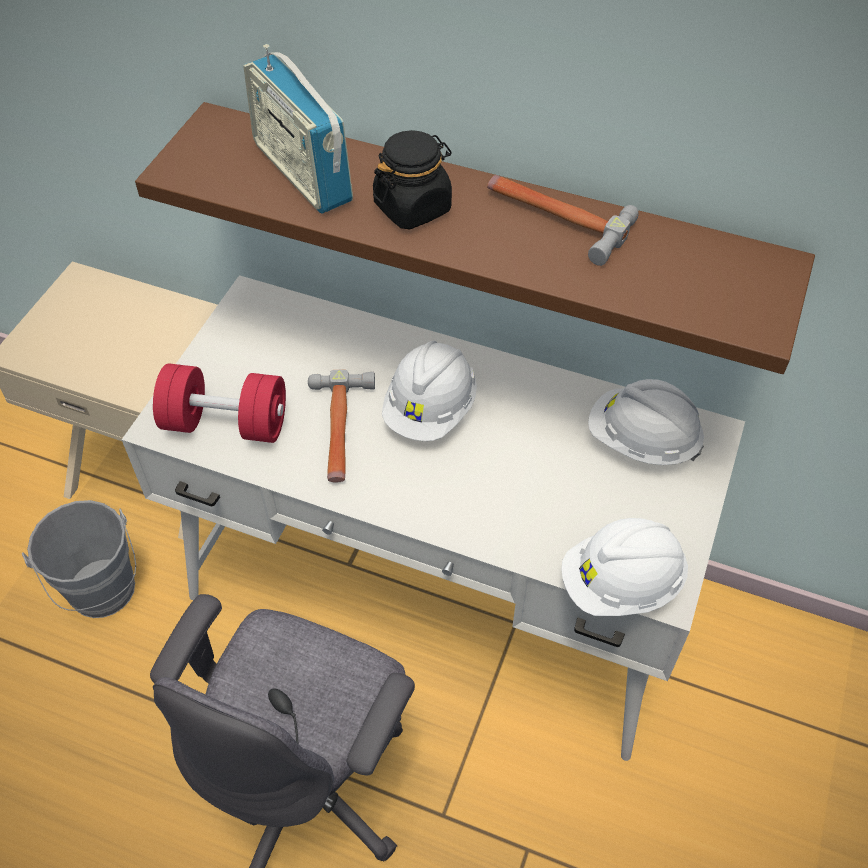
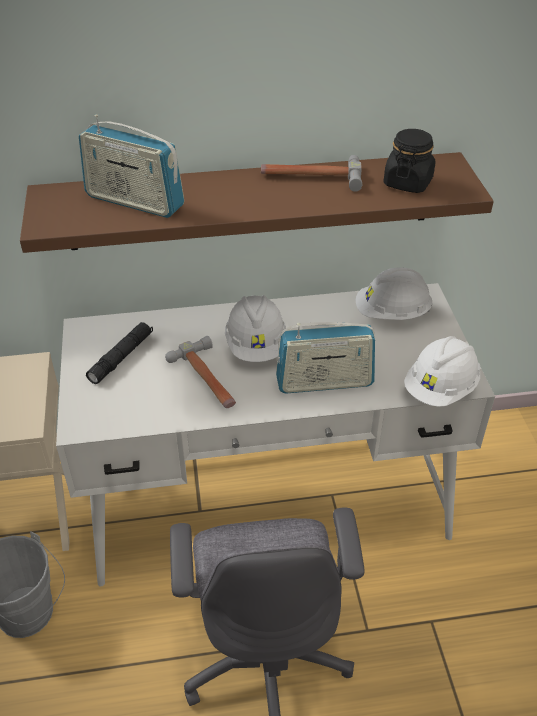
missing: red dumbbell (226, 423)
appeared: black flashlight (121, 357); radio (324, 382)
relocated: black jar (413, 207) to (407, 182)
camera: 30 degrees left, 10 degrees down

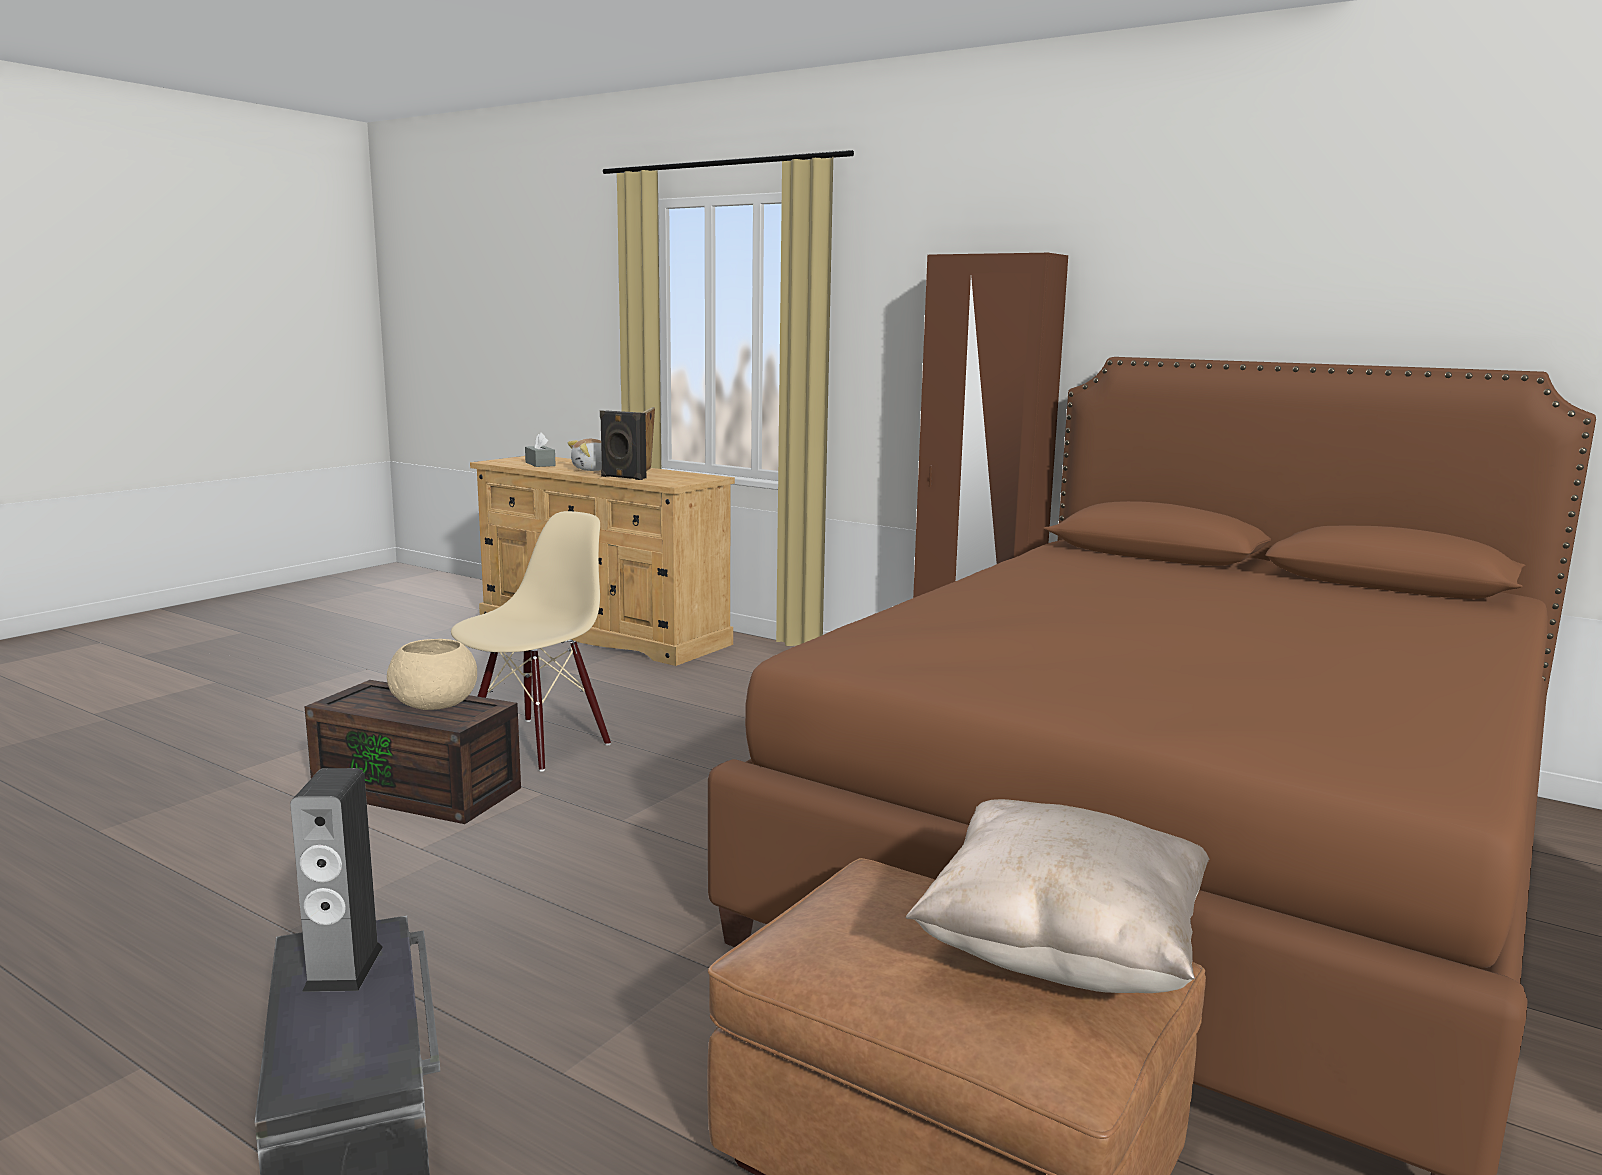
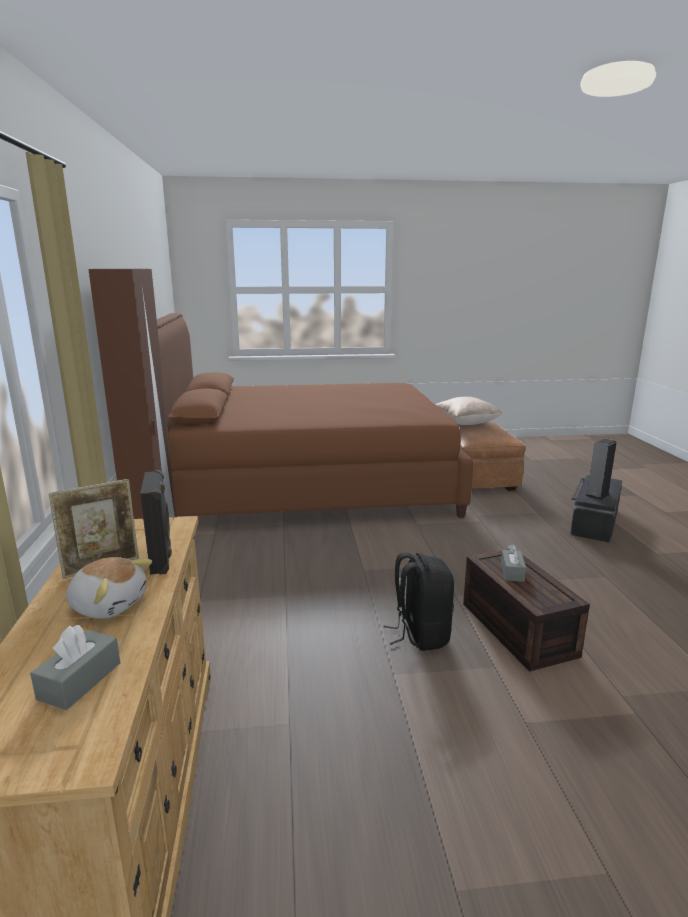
exchanged: beige chair (537, 744) to black backpack (420, 634); beige bowl (433, 705) to grey tissue box (512, 572)
camera: 130 degrees left, 5 degrees up

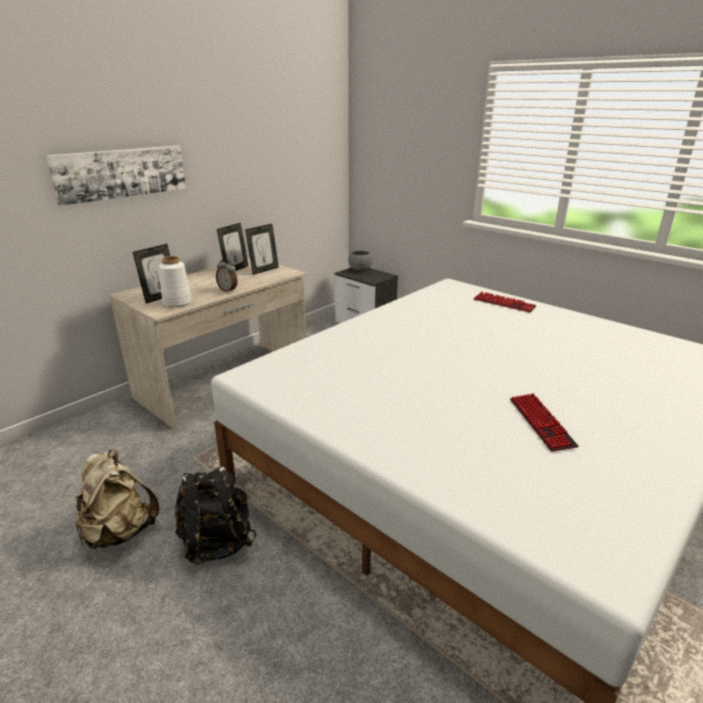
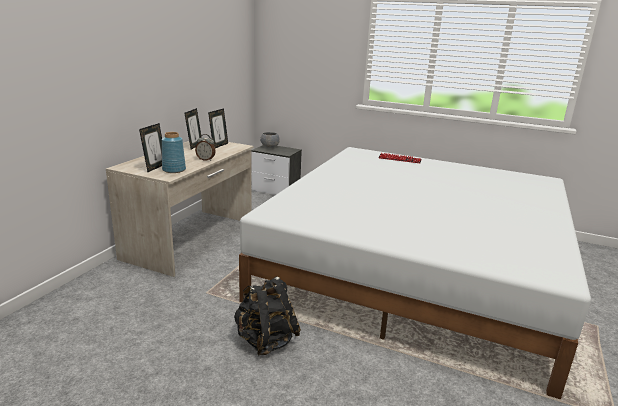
missing: picture (121, 173); beige backpack (120, 531); keyboard (541, 423)
colour: white vase (177, 303) to blue vase (174, 170)
camera: 20 degrees left, 5 degrees down

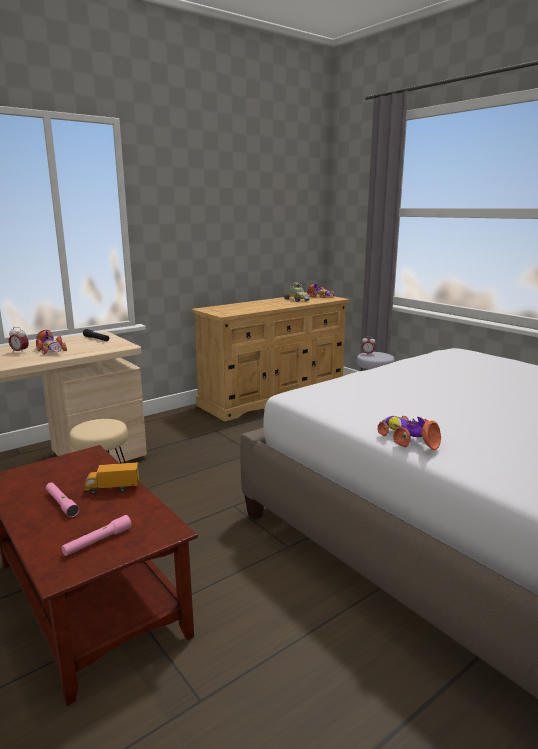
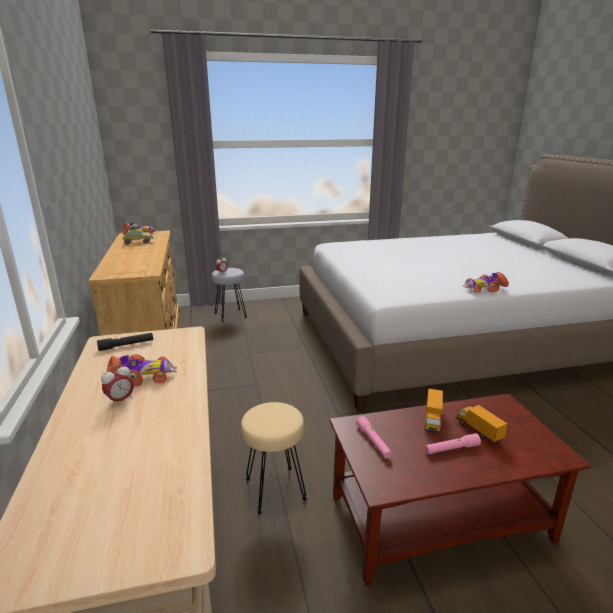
appeared: toy truck (478, 431)
relocated: pink flashlight (97, 541) to (373, 441)
camera: 65 degrees left, 5 degrees up

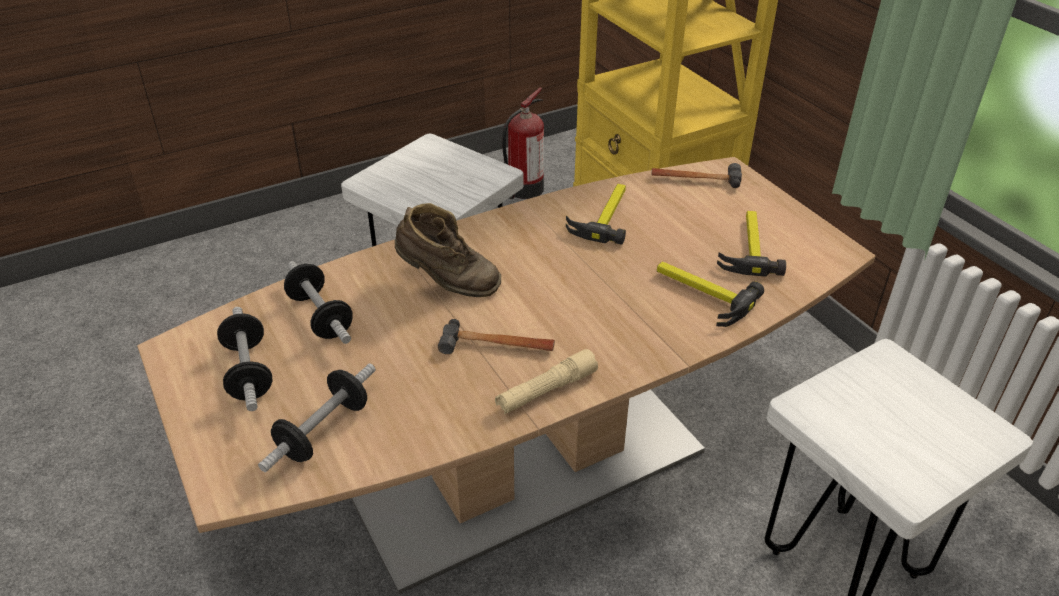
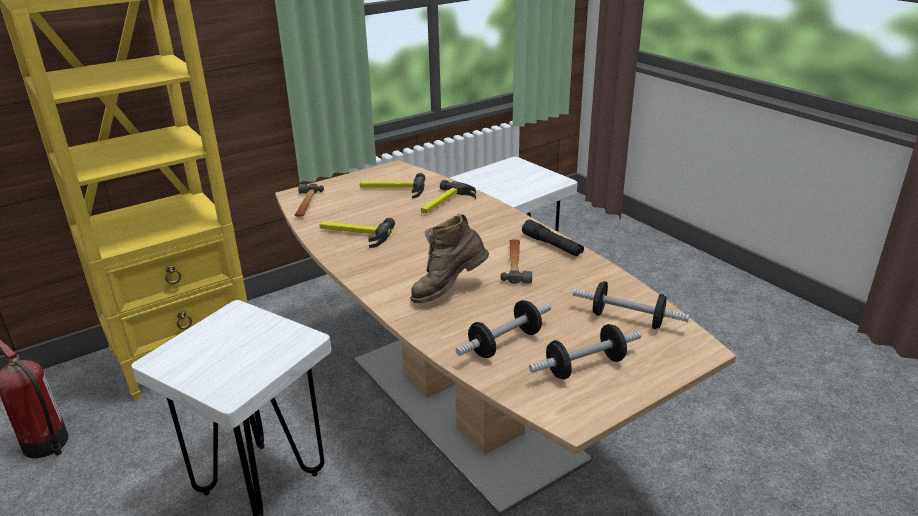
colour: beige flashlight (546, 391) to black flashlight (552, 245)
spun: brown boot (447, 283) = (448, 290) 135 degrees counterclockwise
camera: 95 degrees left, 10 degrees down

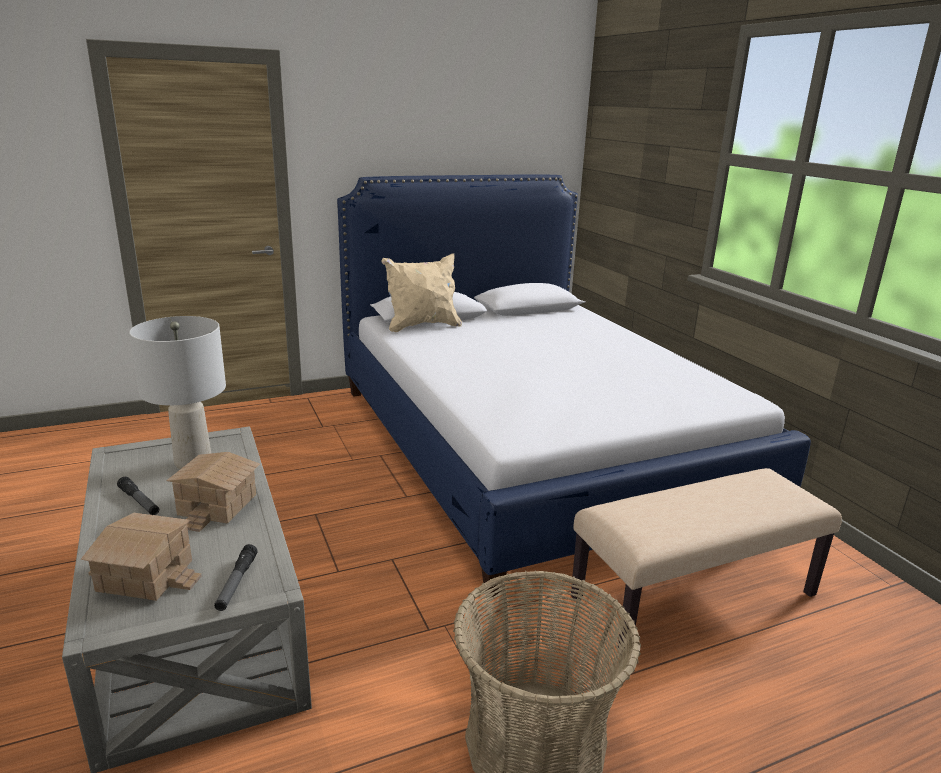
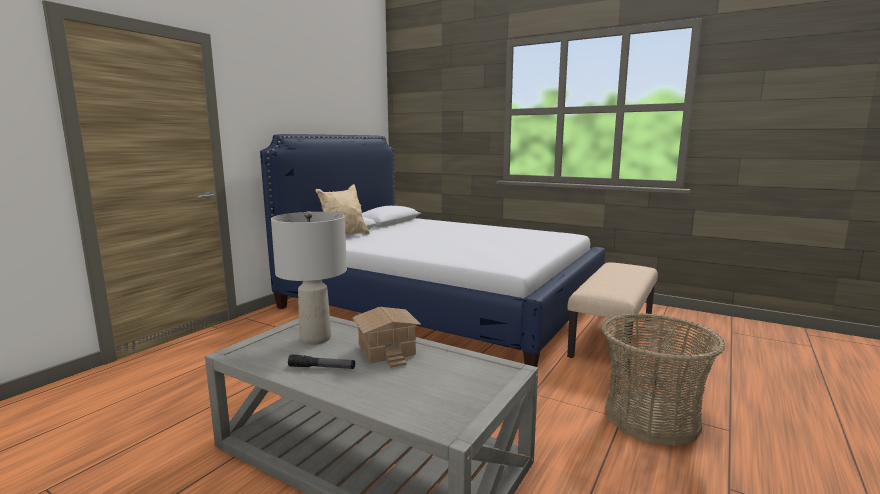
missing: toy house (144, 577); flashlight (236, 583)
camera: 35 degrees left, 10 degrees down

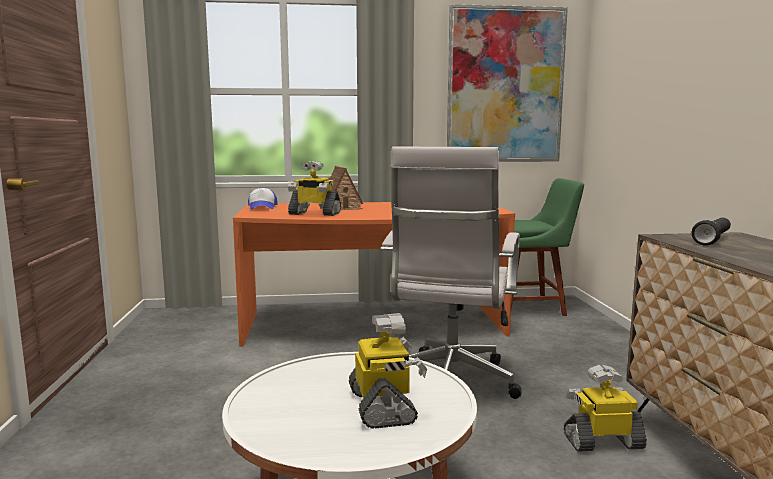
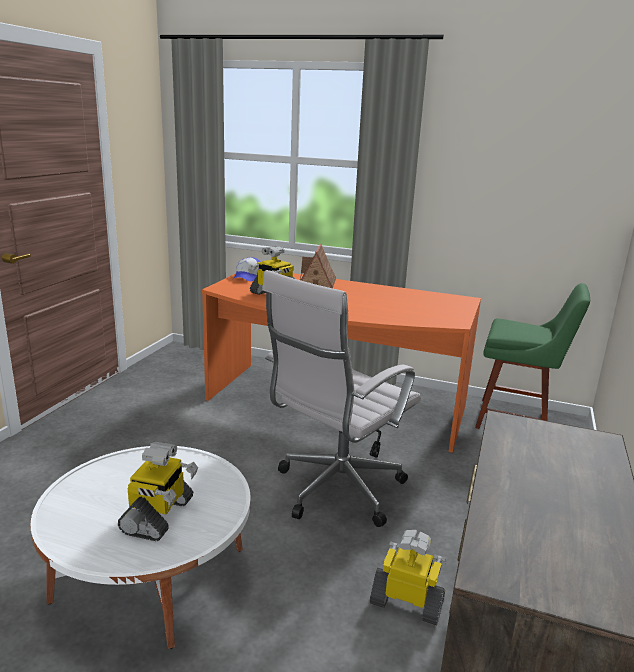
missing: picture (505, 86); black flashlight (712, 240)
camera: 25 degrees right, 10 degrees up

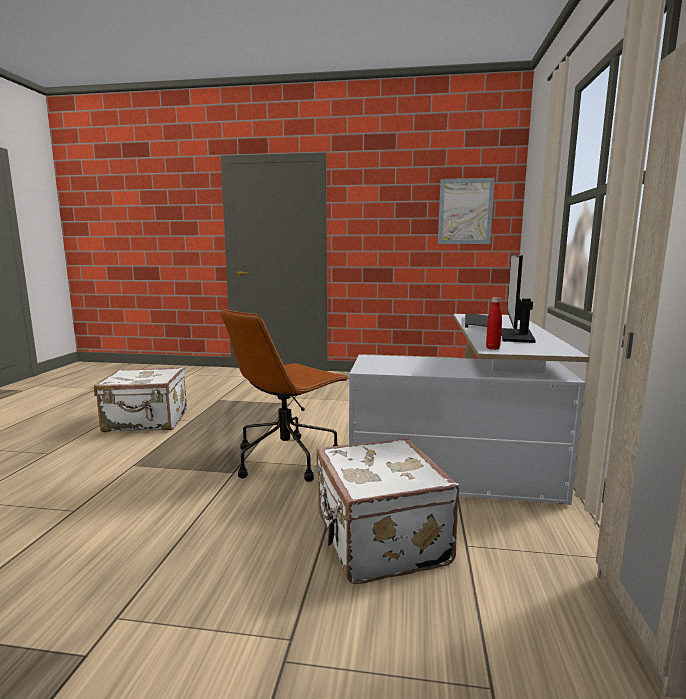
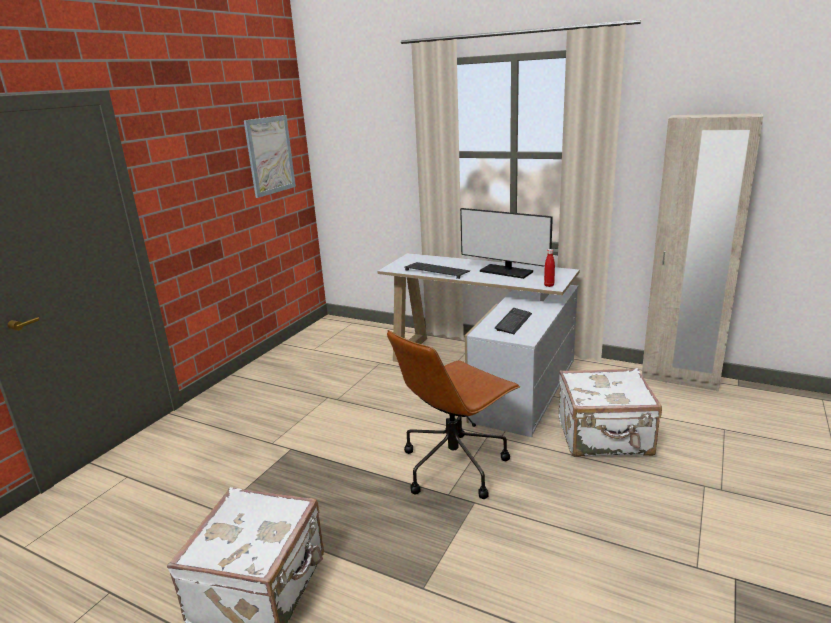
appeared: keyboard (513, 322)
spun: brown office chair (287, 458) = (455, 465) 75 degrees clockwise
camera: 70 degrees left, 10 degrees up

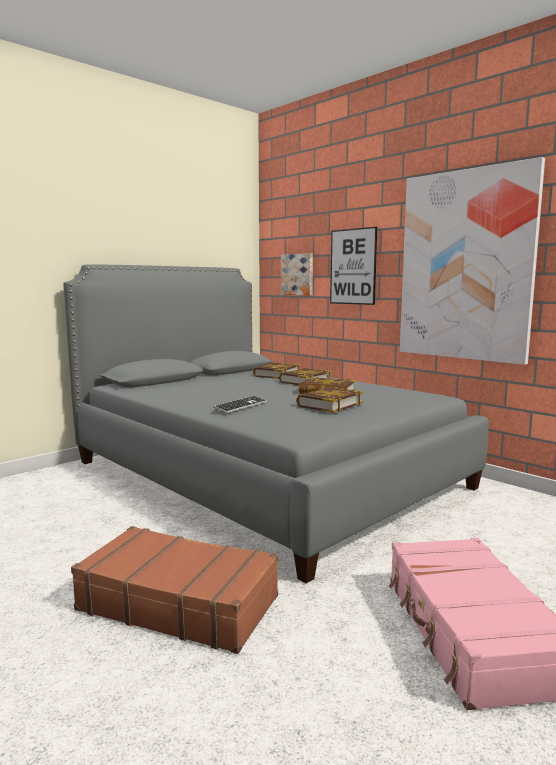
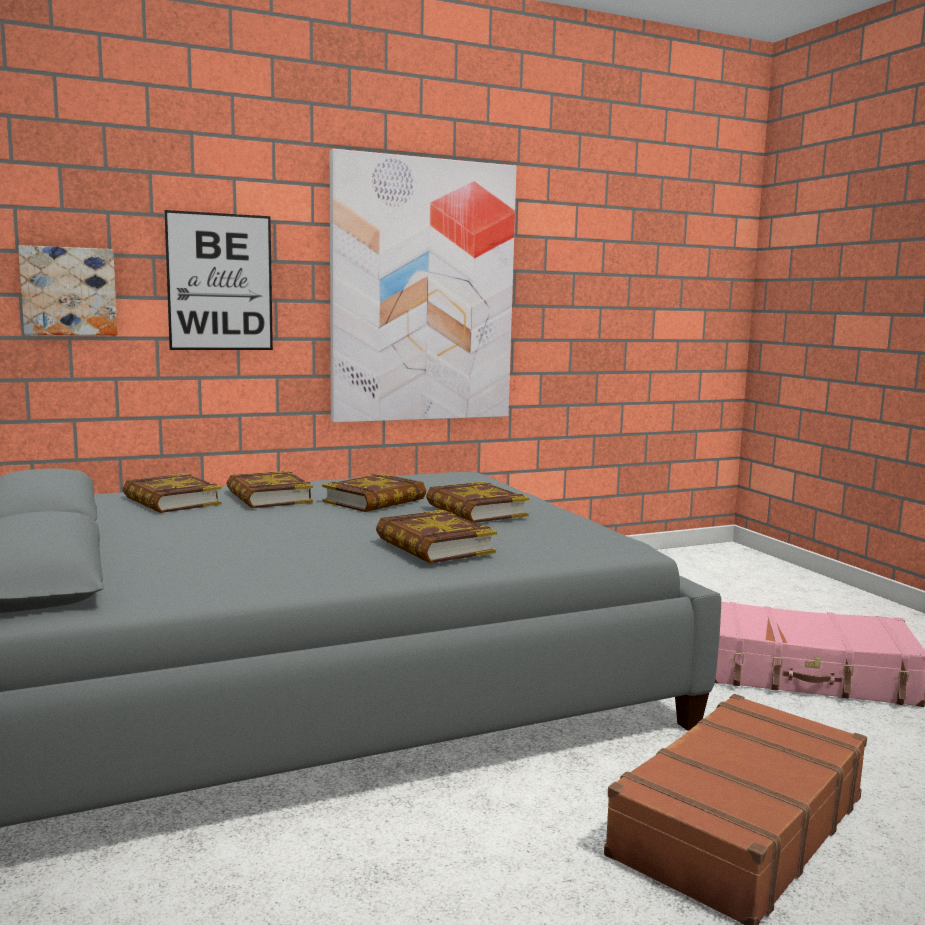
exchanged: keyboard (240, 406) to book (434, 546)
camera: 70 degrees left, 0 degrees up

